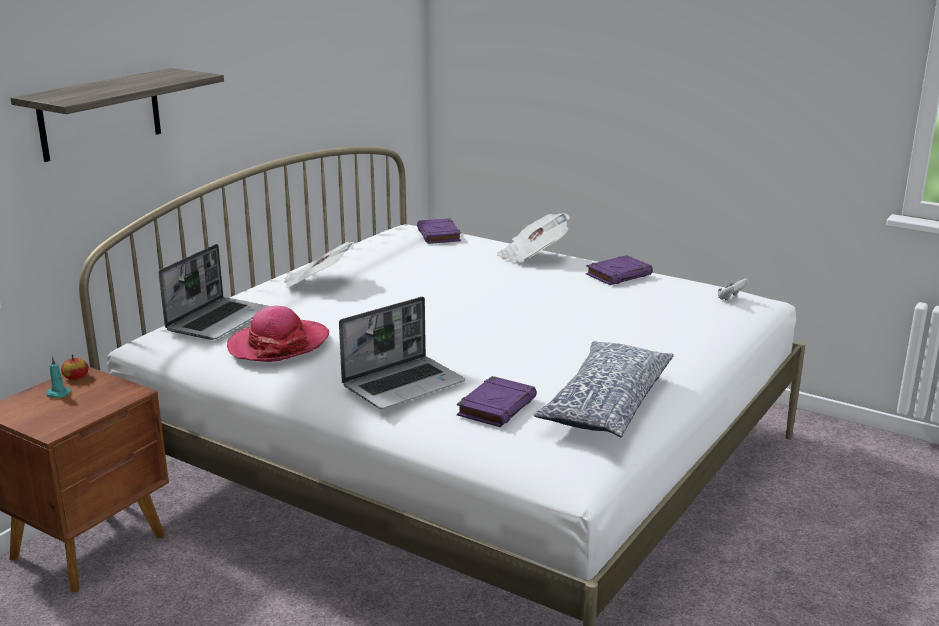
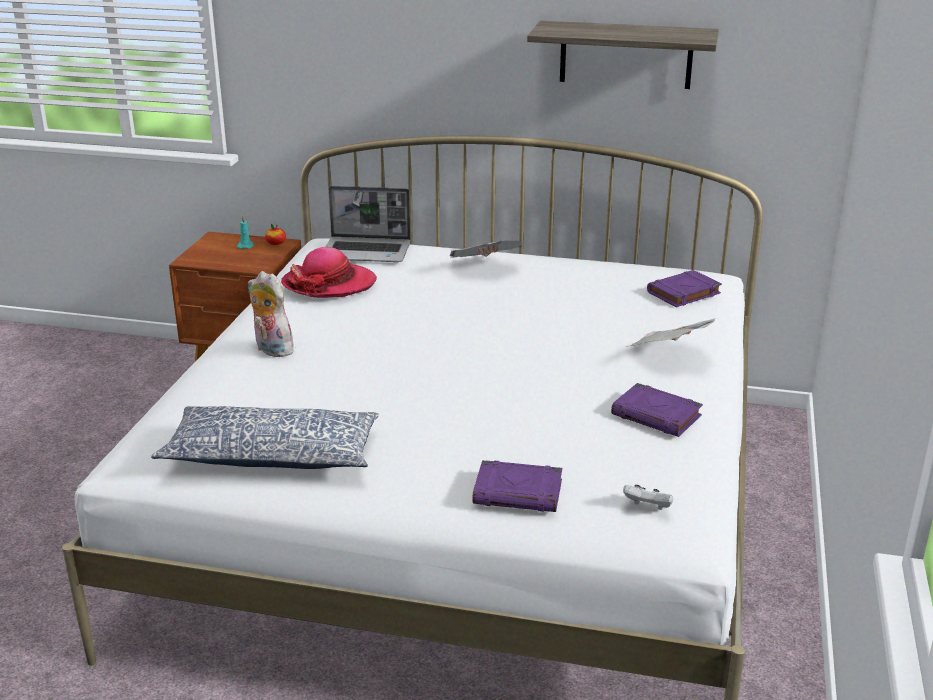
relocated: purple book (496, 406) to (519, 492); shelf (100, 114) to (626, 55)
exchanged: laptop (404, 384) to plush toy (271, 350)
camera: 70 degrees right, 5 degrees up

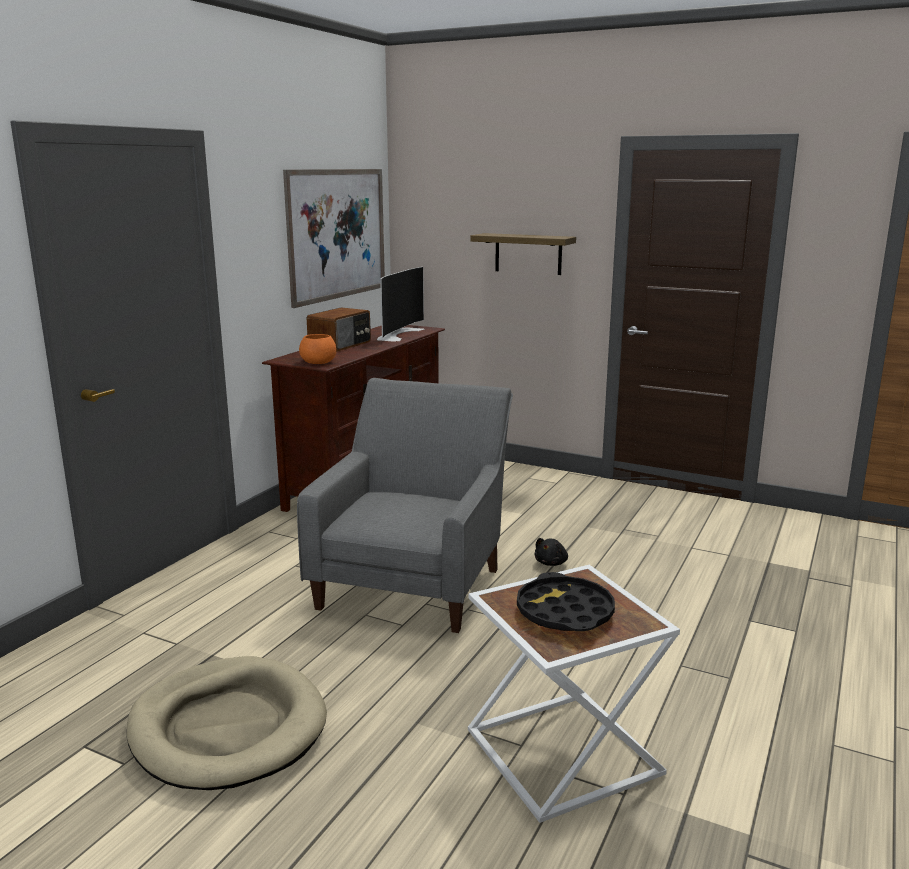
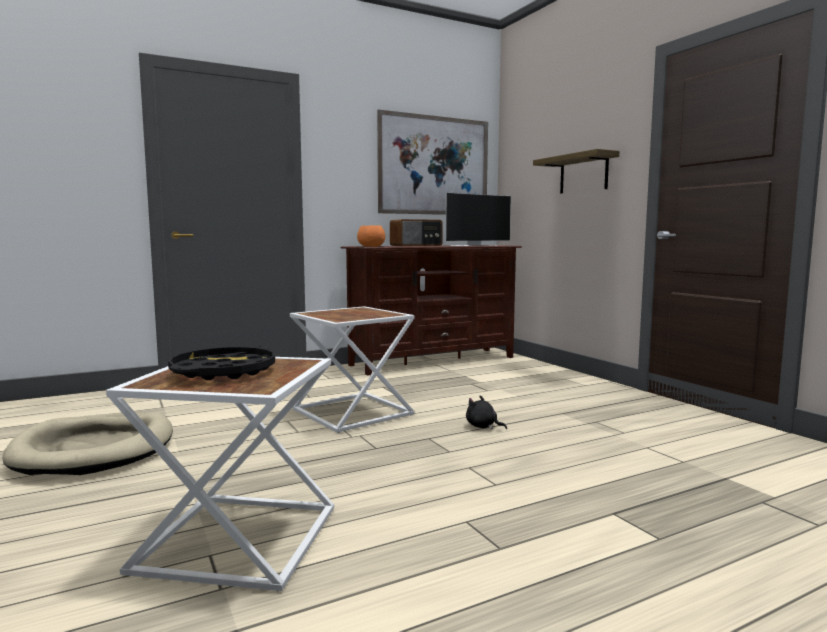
exchanged: grey armchair (413, 581) to white side table (355, 412)
spun: black plush toy (551, 563) = (483, 426) 60 degrees clockwise
camera: 35 degrees right, 10 degrees down

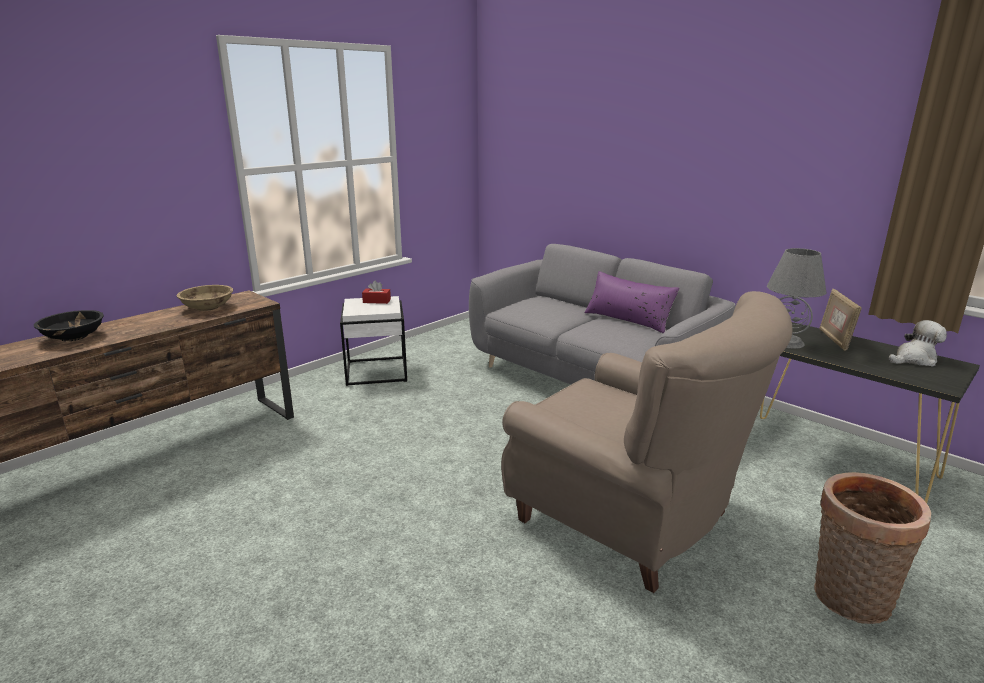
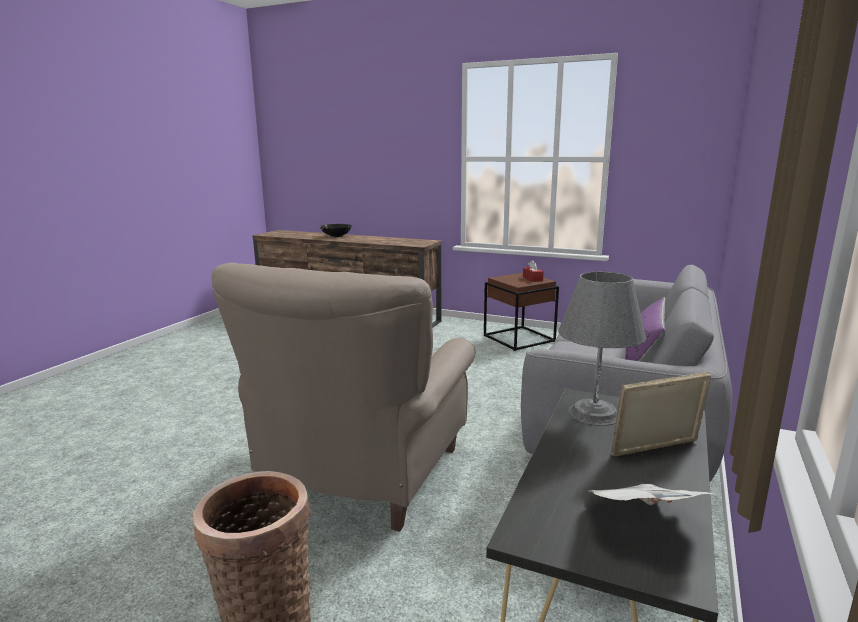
missing: beige bowl (208, 308)
exchanged: plush toy (914, 359) to newspaper (645, 520)
colour: white side table (376, 371) to brown side table (519, 338)
camera: 70 degrees right, 5 degrees down

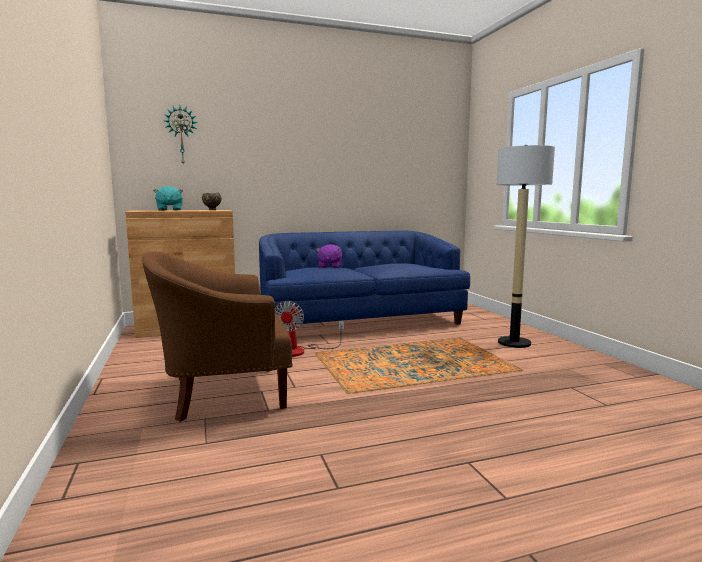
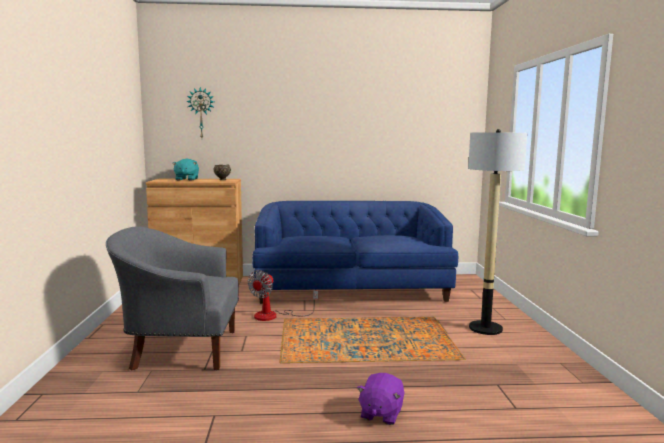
relocated: purple plush toy (329, 267) to (380, 414)
colour: brown armchair (222, 393) to grey armchair (180, 349)
camera: 15 degrees right, 0 degrees up

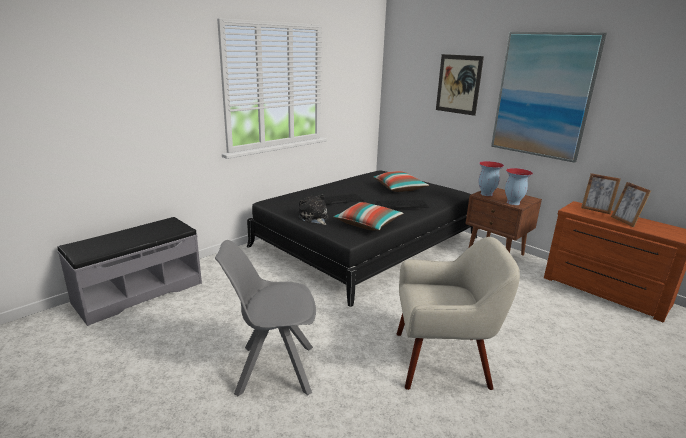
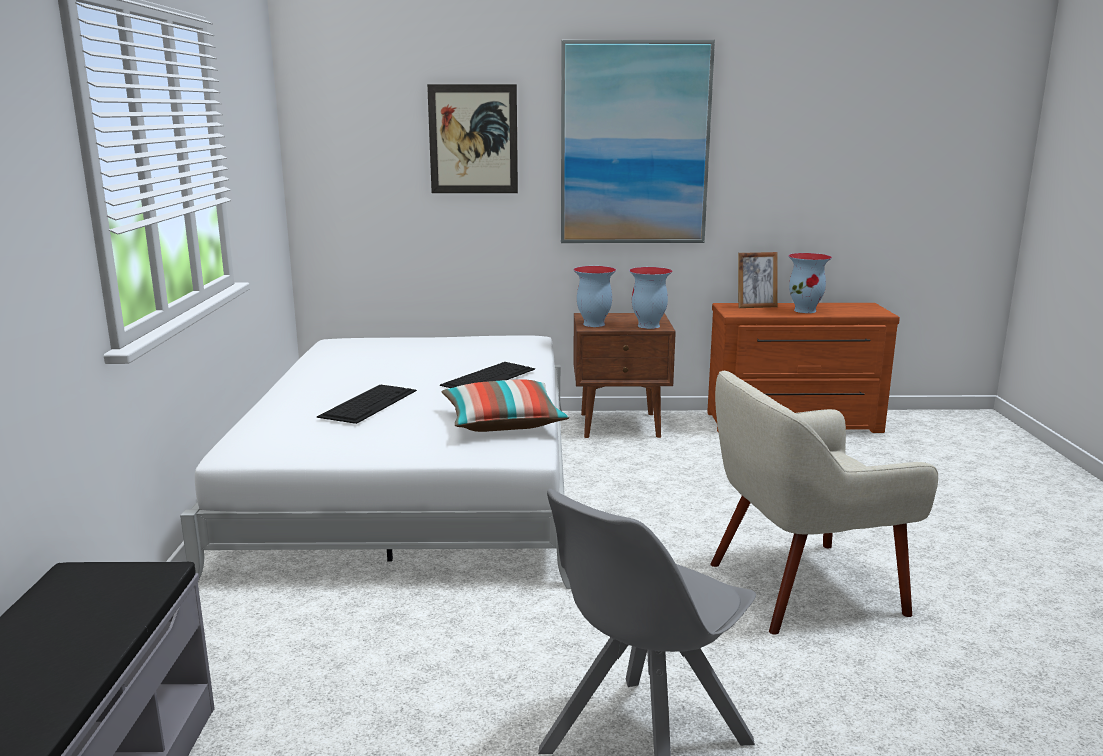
missing: plush toy (314, 218); pillow (399, 188)
exchanged: picture frame (625, 221) to vase (805, 310)
colour: black bed (366, 242) to white bed (416, 482)
spun: beige armchair (443, 360) = (801, 587) 150 degrees counterclockwise
camera: 45 degrees left, 5 degrees down

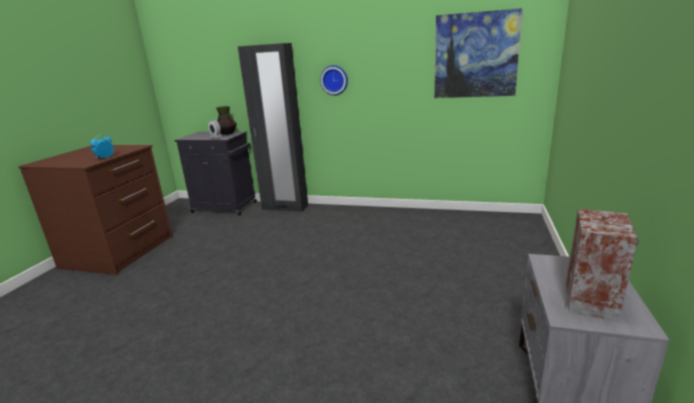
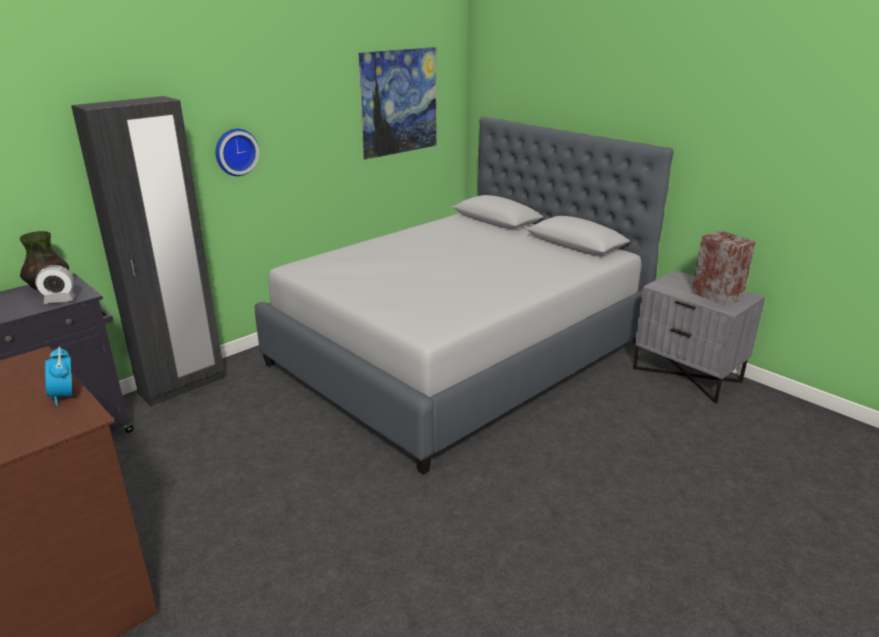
appeared: grey bed (460, 353)
camera: 60 degrees left, 5 degrees up

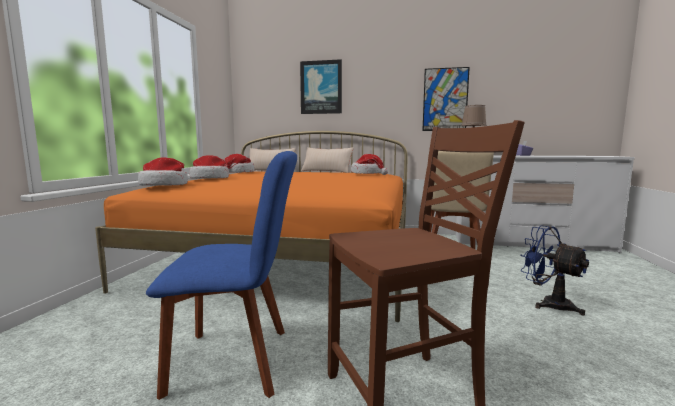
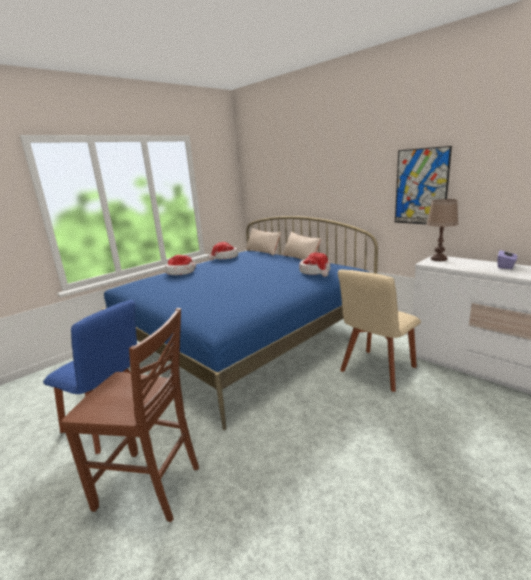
missing: hat (165, 185); picture (321, 87); blue fan (549, 303)
colour: orange bed (293, 255) to blue bed (243, 337)
camera: 35 degrees right, 10 degrees up

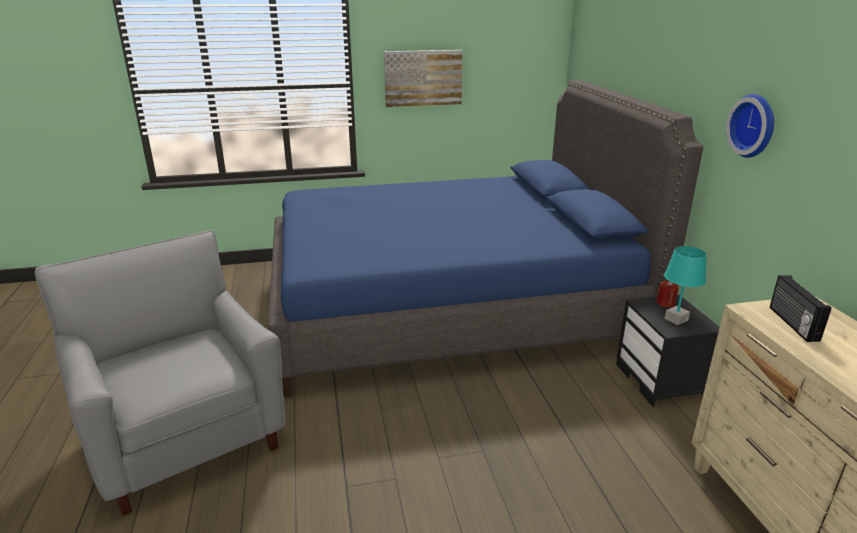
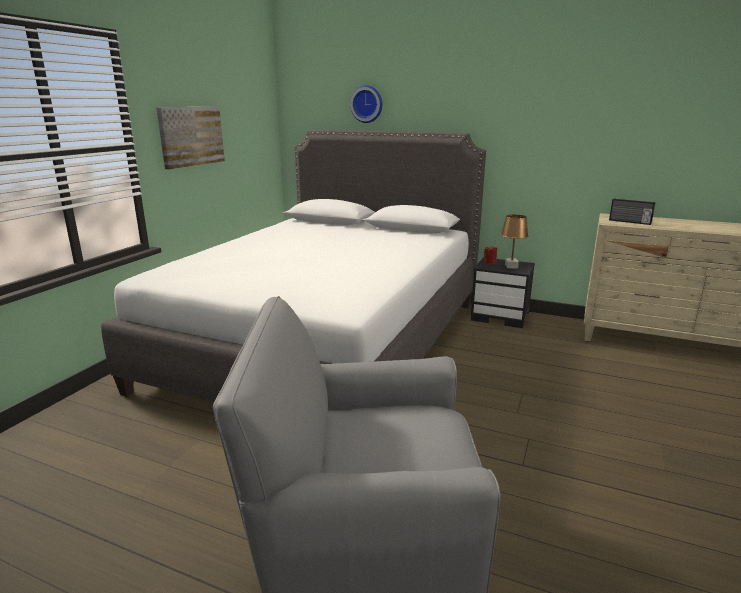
relocated: wall clock (754, 125) to (367, 104)
colour: blue bed (449, 307) to white bed (325, 342); turquoise table lamp (676, 319) to brown table lamp (511, 266)
camera: 55 degrees left, 5 degrees down

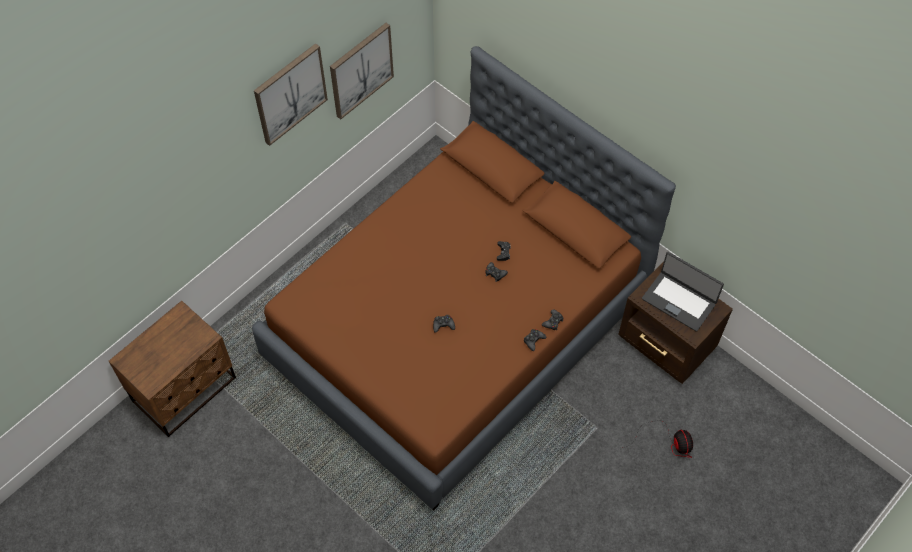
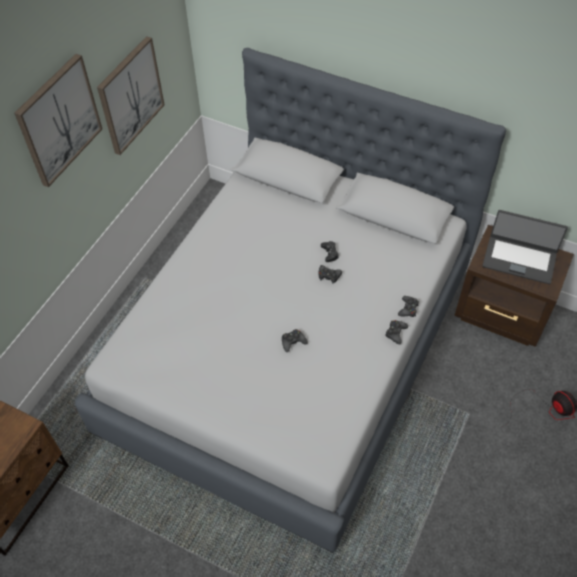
colour: brown bed (457, 327) to grey bed (291, 350)
camera: 15 degrees left, 5 degrees down

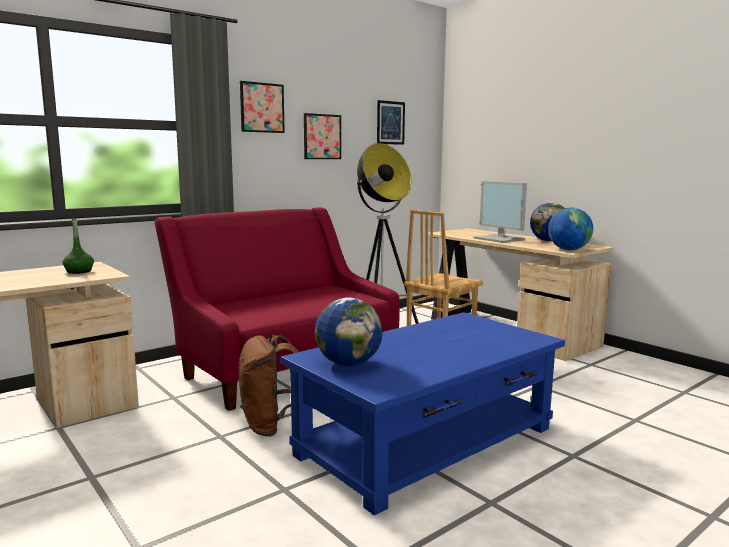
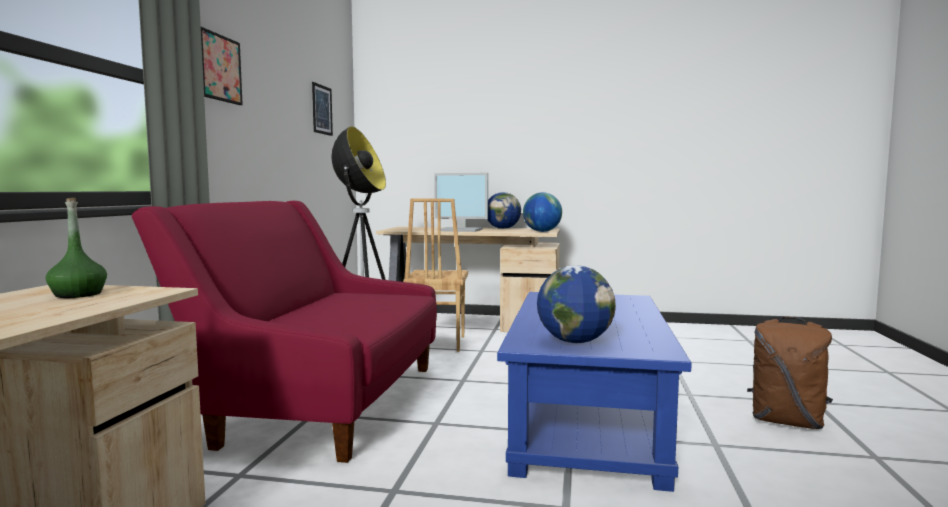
missing: picture (322, 136)
relocated: brown backpack (272, 426) to (787, 421)
camera: 40 degrees left, 5 degrees down

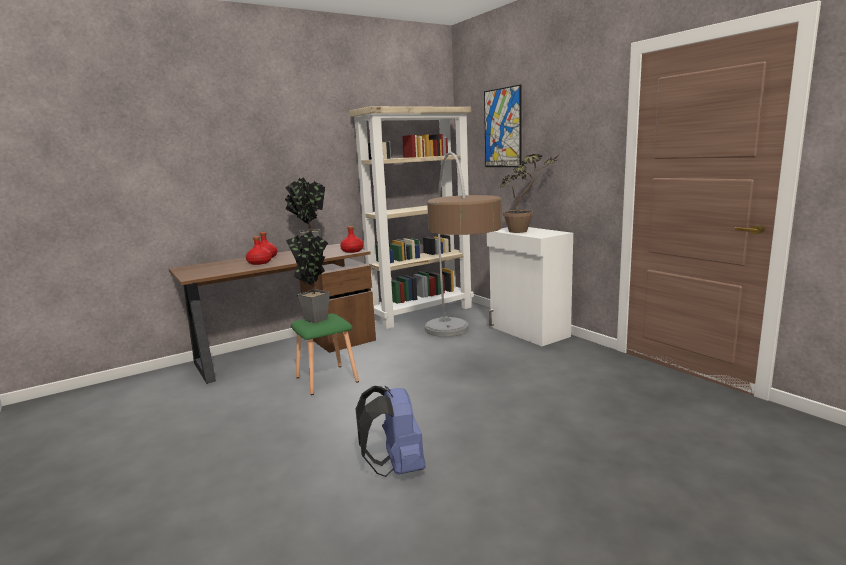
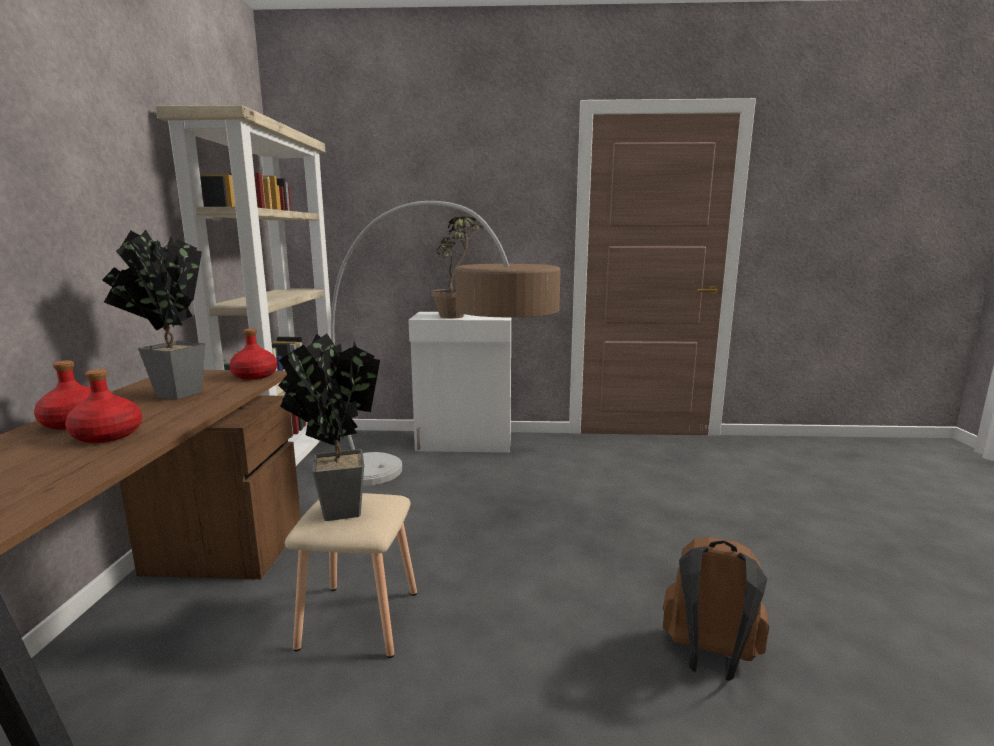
missing: picture (502, 128)
colour: green stool (326, 380) to beige stool (360, 620); blue backpack (396, 468) to brown backpack (709, 659)
camera: 55 degrees left, 0 degrees up

